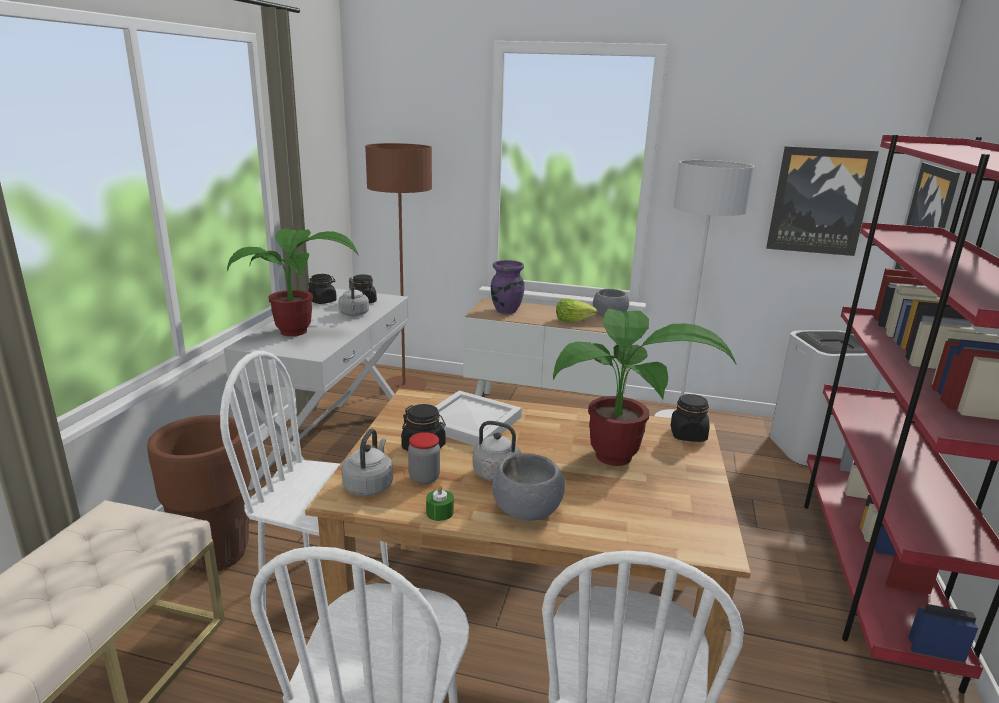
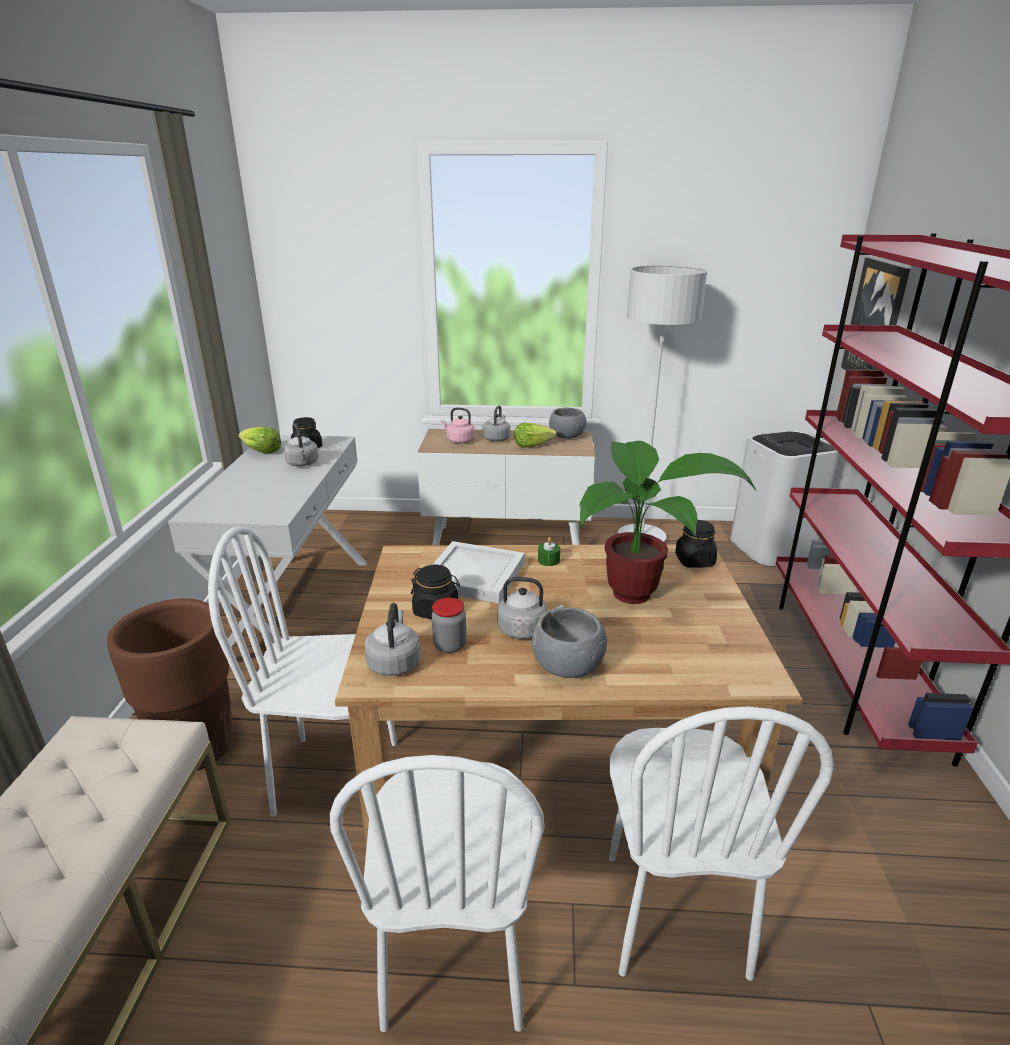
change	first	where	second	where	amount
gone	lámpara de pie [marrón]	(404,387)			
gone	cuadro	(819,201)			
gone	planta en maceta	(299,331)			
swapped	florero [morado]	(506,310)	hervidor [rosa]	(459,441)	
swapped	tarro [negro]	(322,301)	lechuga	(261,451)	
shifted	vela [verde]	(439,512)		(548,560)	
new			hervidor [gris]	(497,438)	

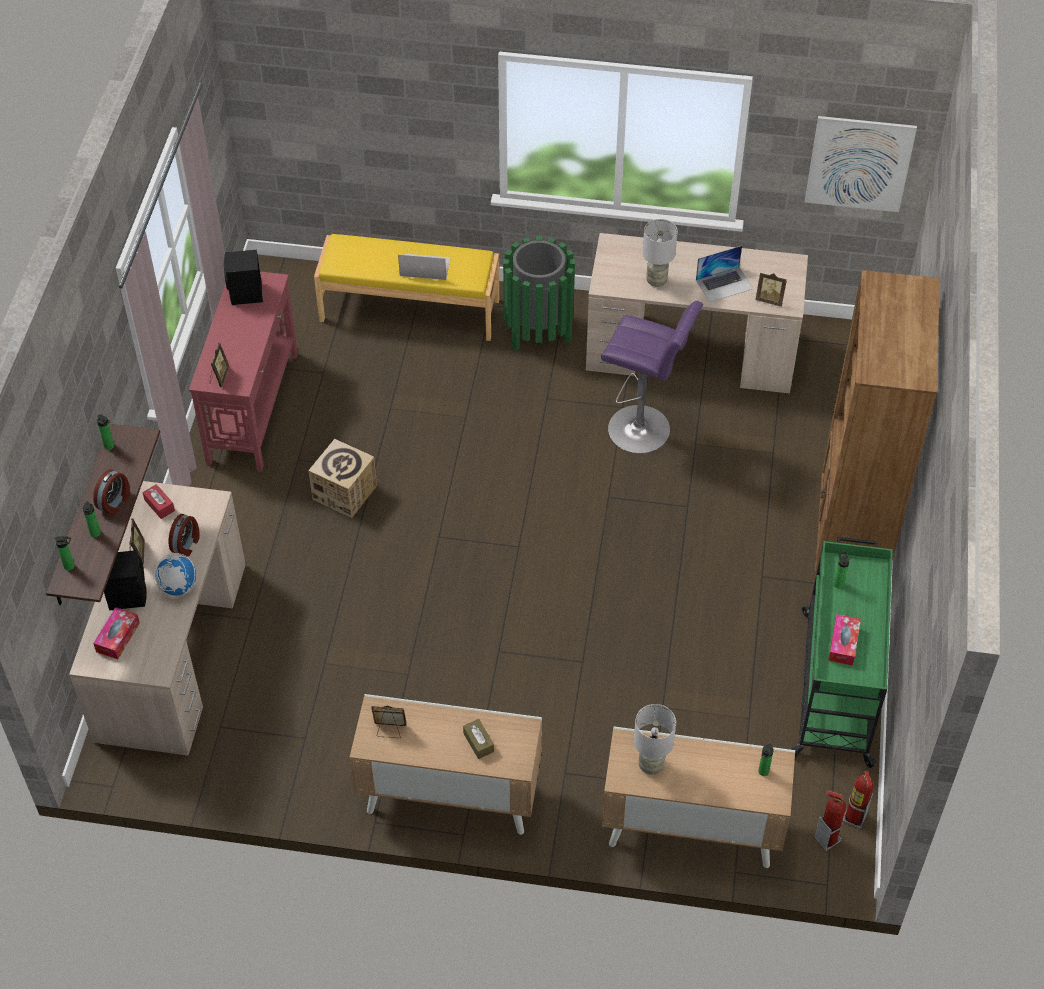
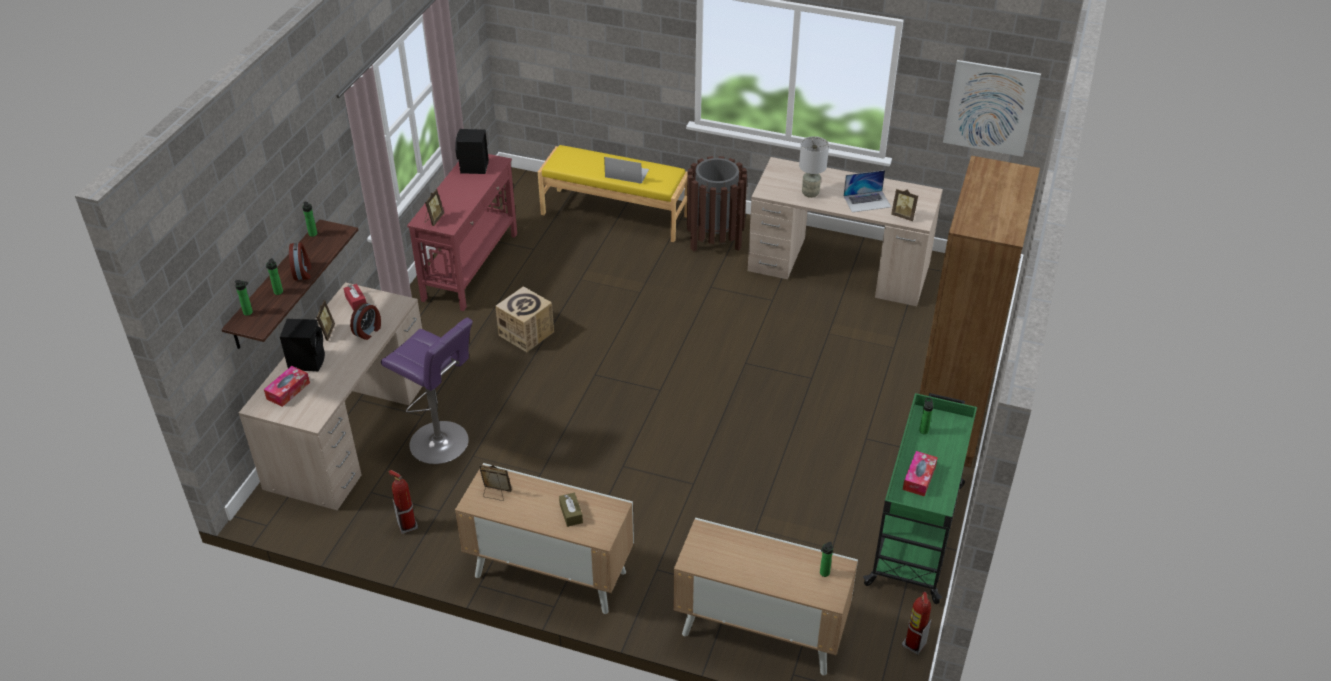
change	first	where	second	where	amount
repainted	papelera [verde]	(538,331)	papelera [marrón]	(714,240)	
shifted	taburete [morado]	(643,430)		(443,444)	
rotated	despertador	(115,502)		(303,272)	45 degrees counterclockwise
gone	globo terráqueo	(177,587)			
gone	lámpara de mesa [gris]	(651,765)			
shifted	extintor	(827,838)		(407,525)	

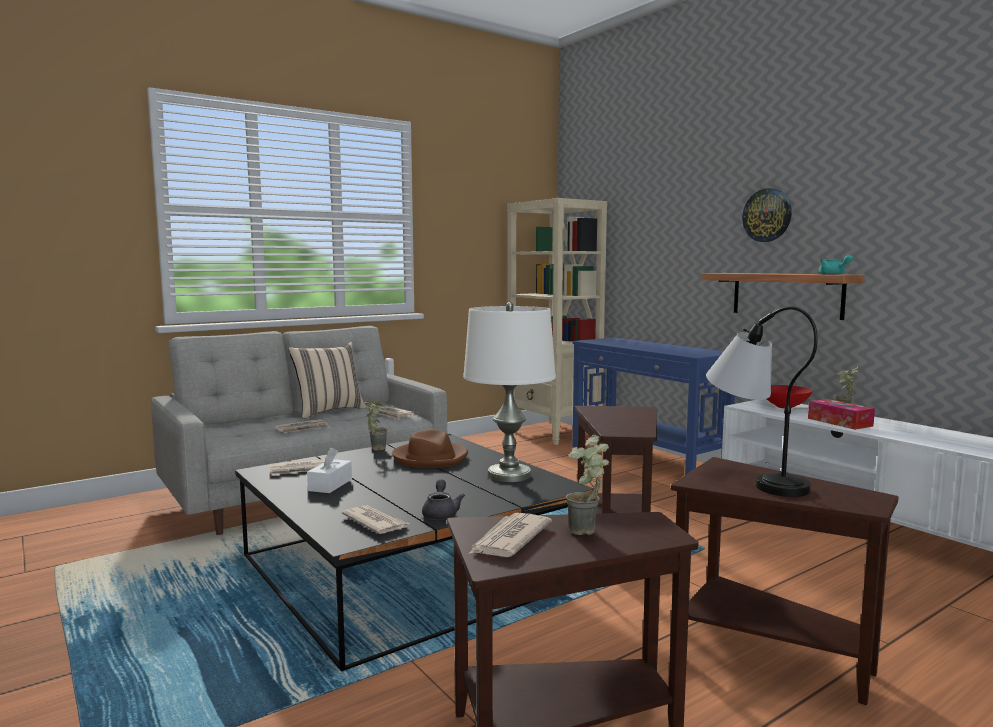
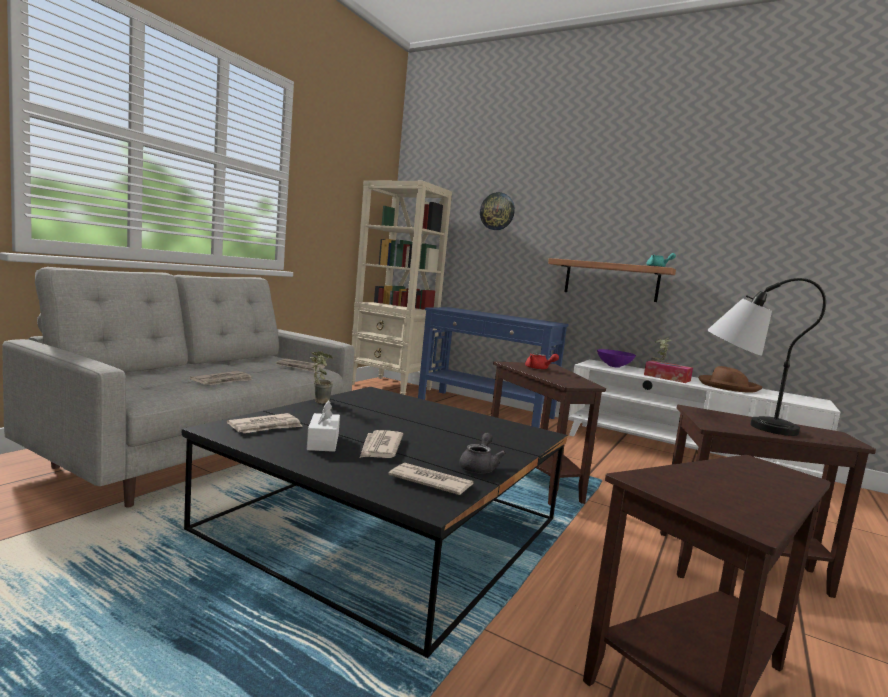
change	first	where	second	where	amount
shifted	reloj de pared	(767,215)		(497,211)	
gone	lámpara de mesa [blanco]	(509,475)			
gone	cojín [beis]	(328,411)			
repainted	cuenco [rojo]	(783,406)	cuenco [morado]	(613,366)	
shifted	sombrero [marrón]	(431,458)		(727,386)	
gone	planta en maceta	(589,533)			
rotated	tetera [gris]	(441,513)		(479,467)	45 degrees clockwise
shifted	periódico	(509,539)		(380,447)	
new			tetera [rojo]	(539,369)	

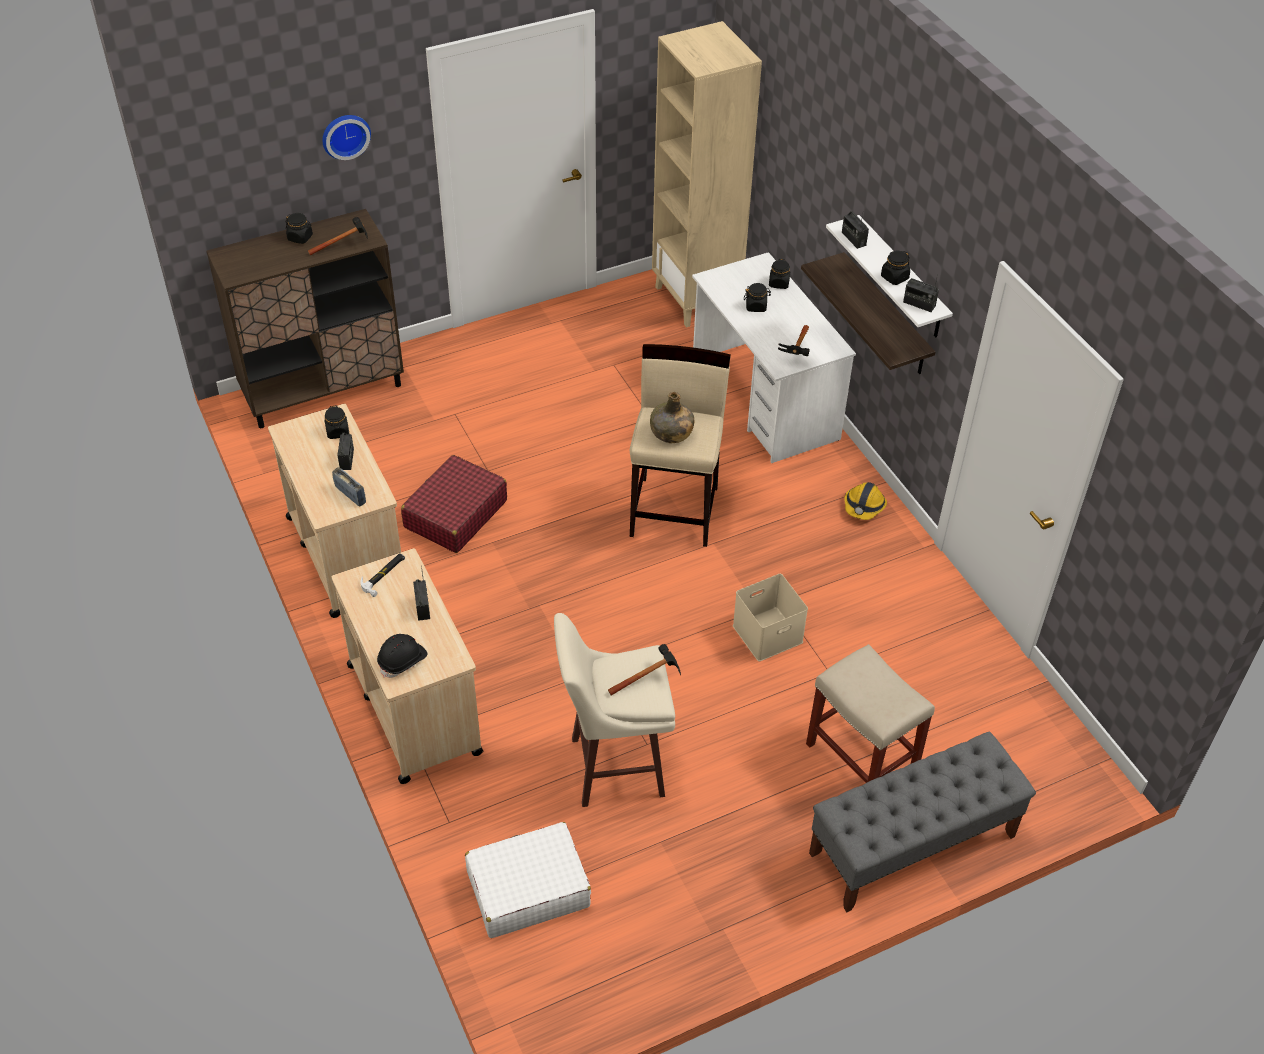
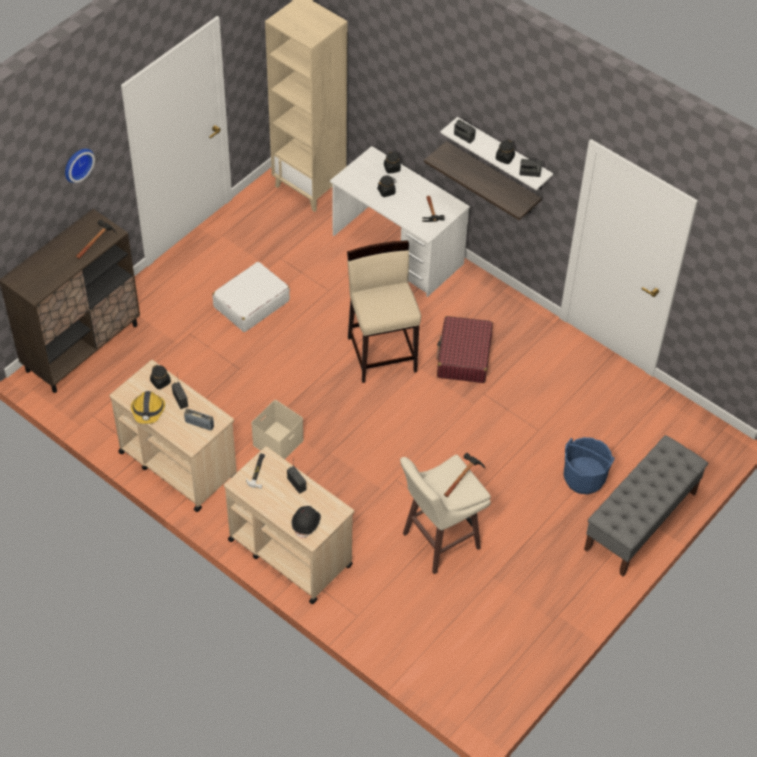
change	first	where	second	where	amount
gone	tarro [negro]	(300,237)			
gone	botella [verde]	(671,433)			
shifted	maleta [rojo]	(455,514)		(463,356)	
shifted	casco	(864,506)		(148,410)	
shifted	caja de almacenaje [beis]	(768,632)		(278,441)	
swapped	taburete [beis]	(860,757)	cubo [azul]	(584,478)	
shifted	maleta [blanco]	(527,889)		(251,304)	

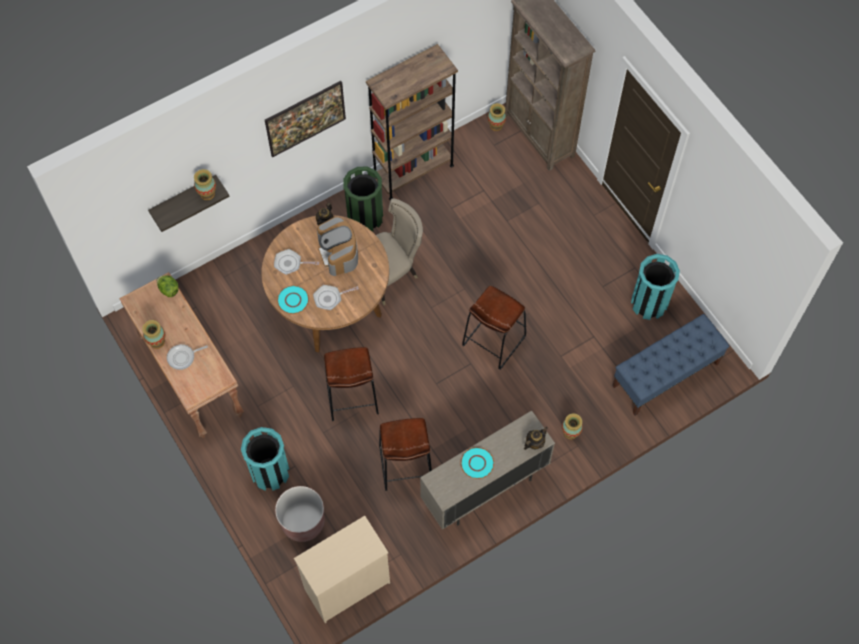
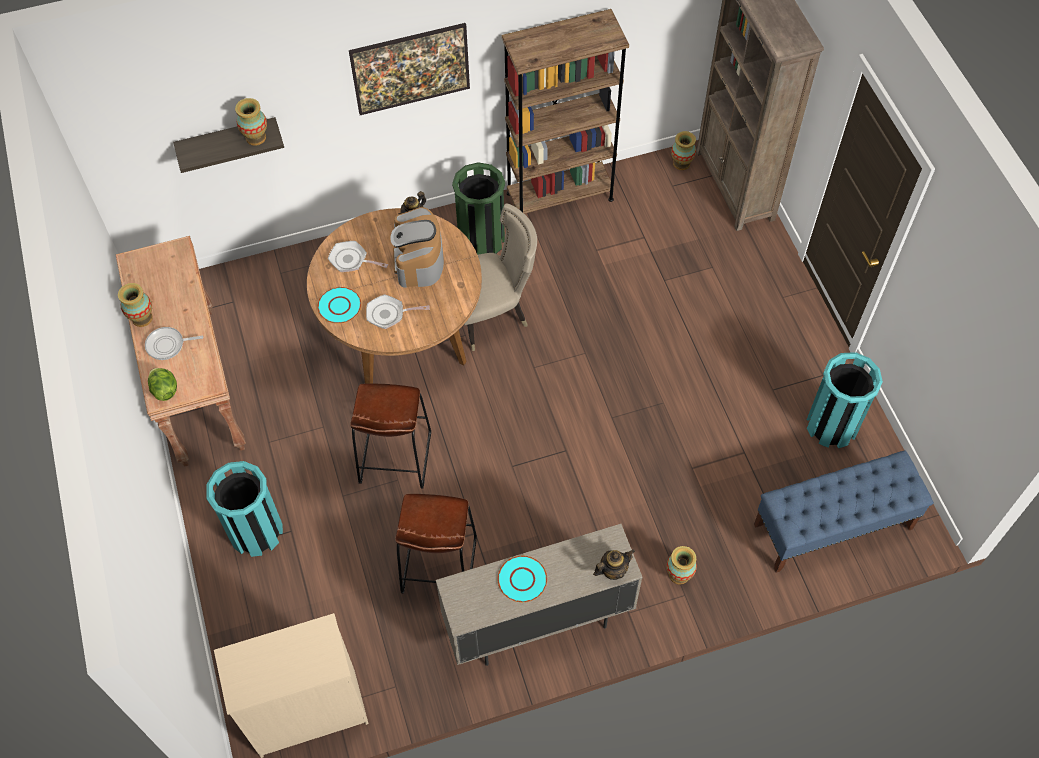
change	first	where	second	where	amount
shifted	lechuga	(168,289)		(164,389)	
gone	taburete [marrón]	(493,341)			
gone	maceta [marrón]	(303,522)			

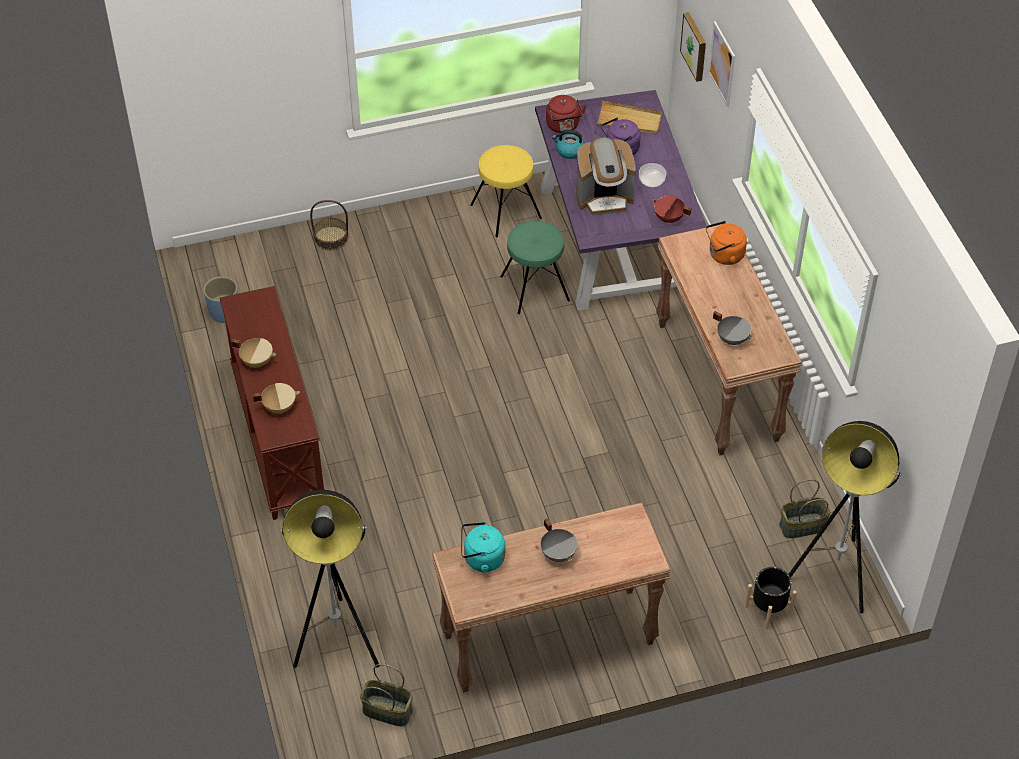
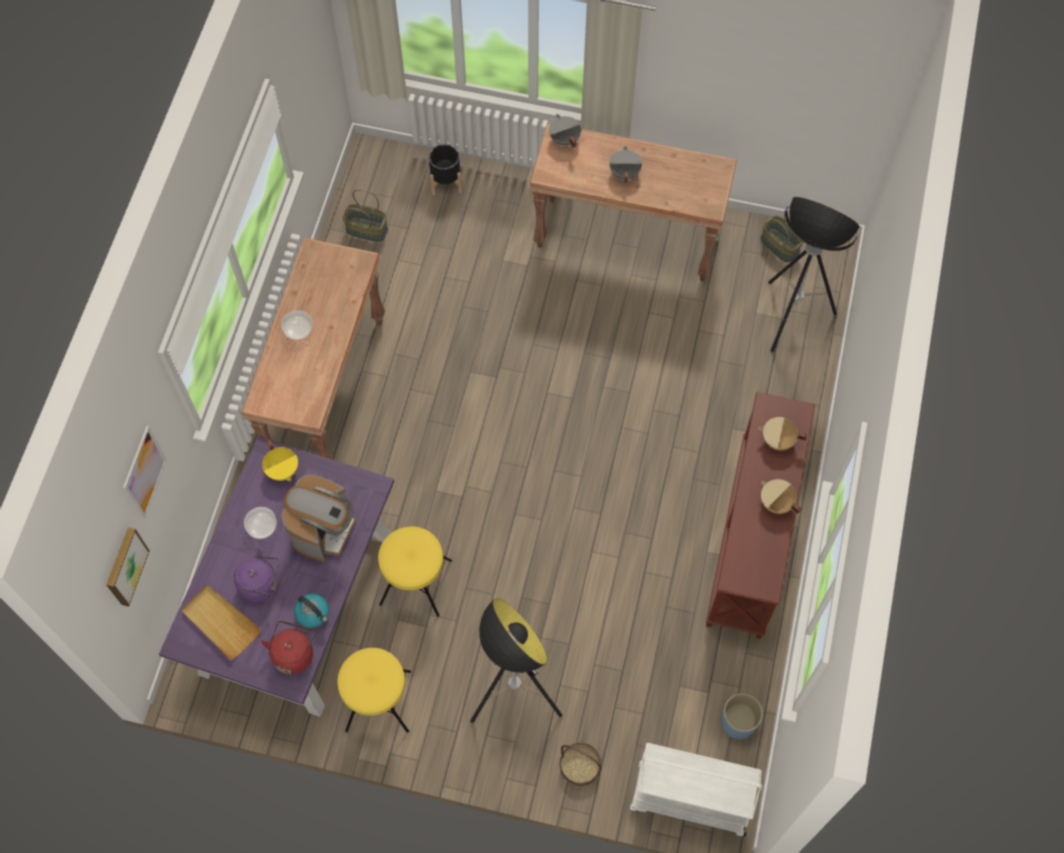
change	first	where	second	where	amount
rotated	cafetera	(604,198)		(324,529)	90 degrees clockwise
repainted	olla [rojo]	(668,219)	olla [amarillo]	(283,469)	
repainted	taburete [verde]	(535,288)	taburete [amarillo]	(415,582)	
gone	hervidor [naranja]	(724,255)			
shifted	olla [gris]	(732,339)		(564,139)	
shifted	lámpara de pie	(835,575)		(514,696)	
gone	hervidor [turquesa]	(481,559)			
new			cuenco	(298,329)	
new			carrito [blanco]	(689,800)	

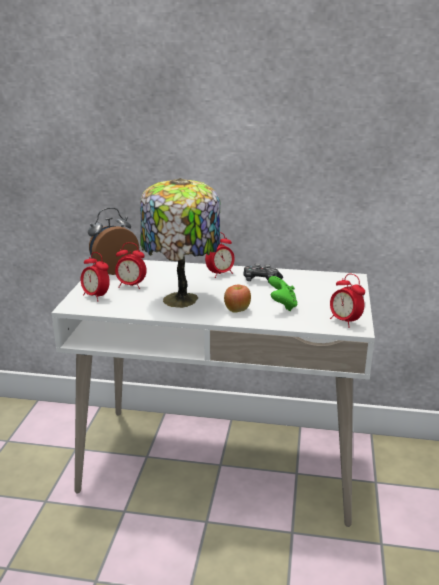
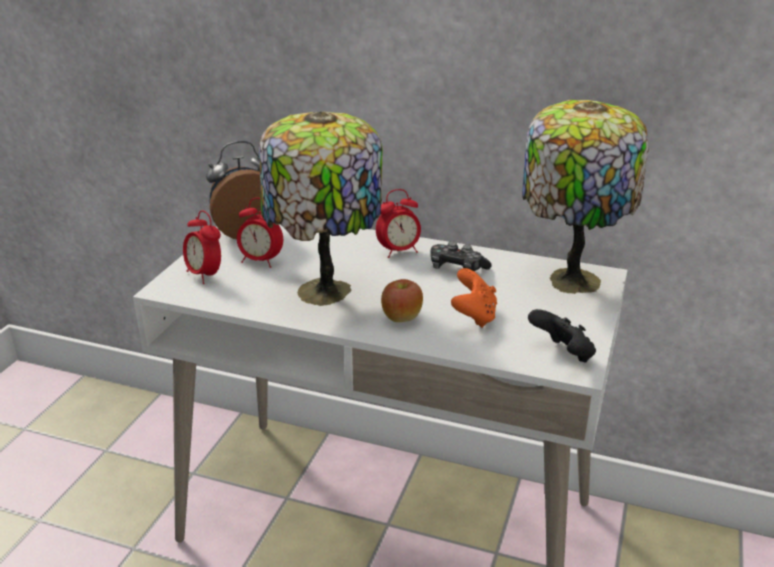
change	first	where	second	where	amount
swapped	despertador	(344,321)	mando de consola [negro]	(562,355)	
repainted	mando de consola [verde]	(282,305)	mando de consola [naranja]	(474,316)	
new			lámpara de mesa	(570,278)	

